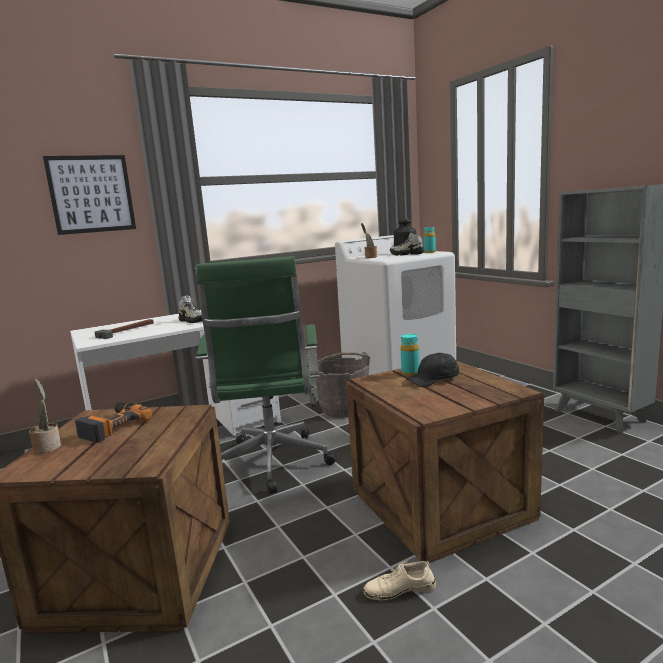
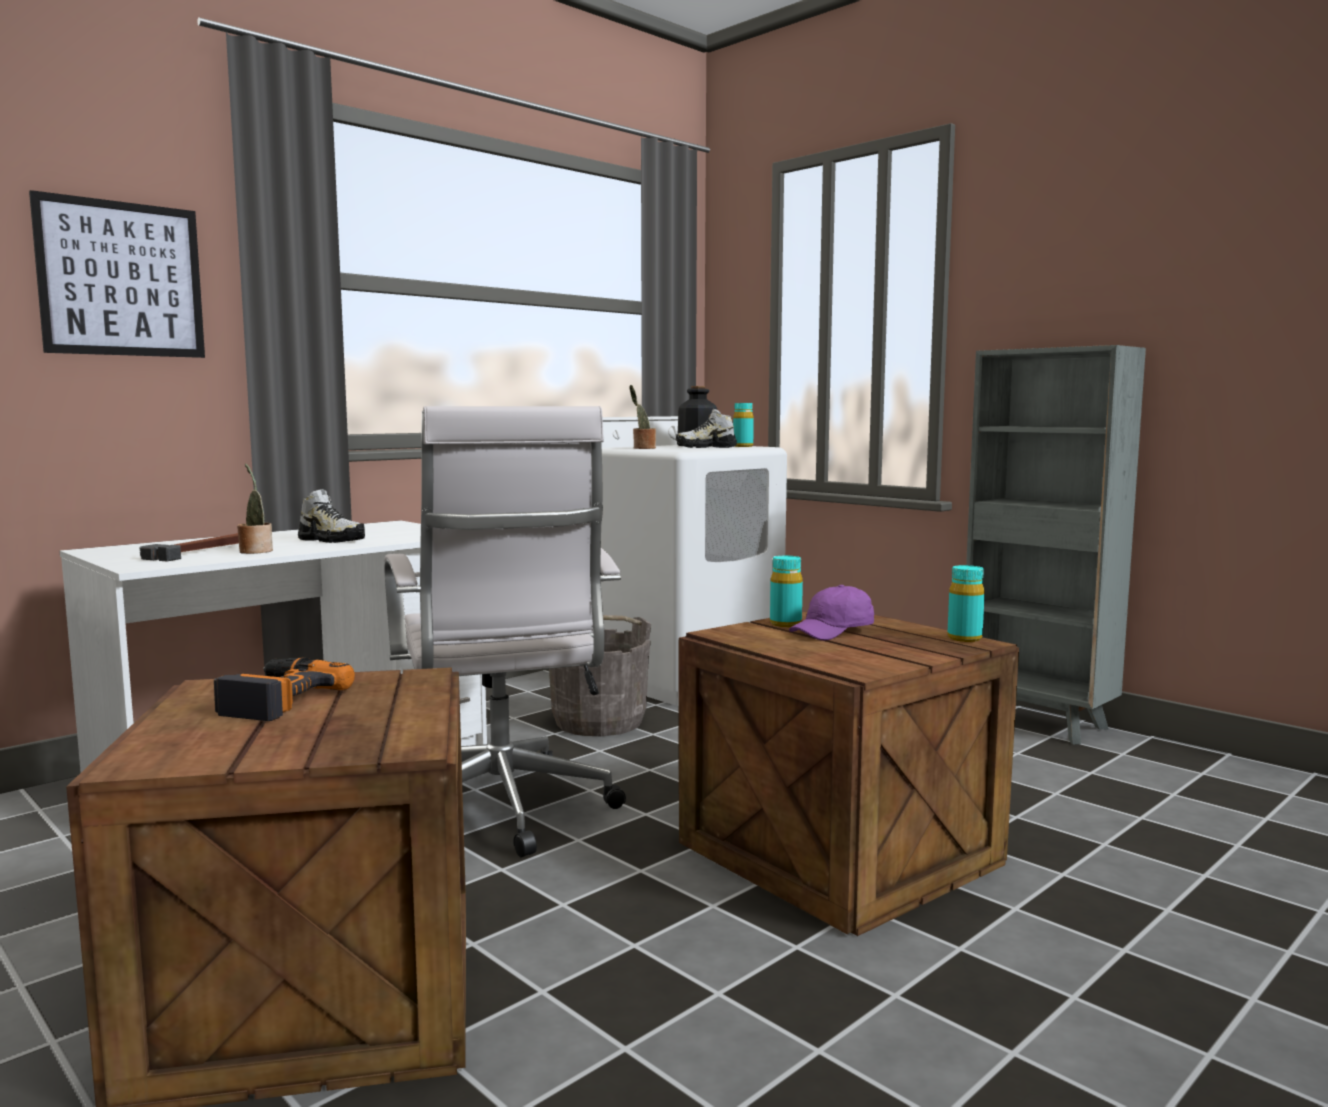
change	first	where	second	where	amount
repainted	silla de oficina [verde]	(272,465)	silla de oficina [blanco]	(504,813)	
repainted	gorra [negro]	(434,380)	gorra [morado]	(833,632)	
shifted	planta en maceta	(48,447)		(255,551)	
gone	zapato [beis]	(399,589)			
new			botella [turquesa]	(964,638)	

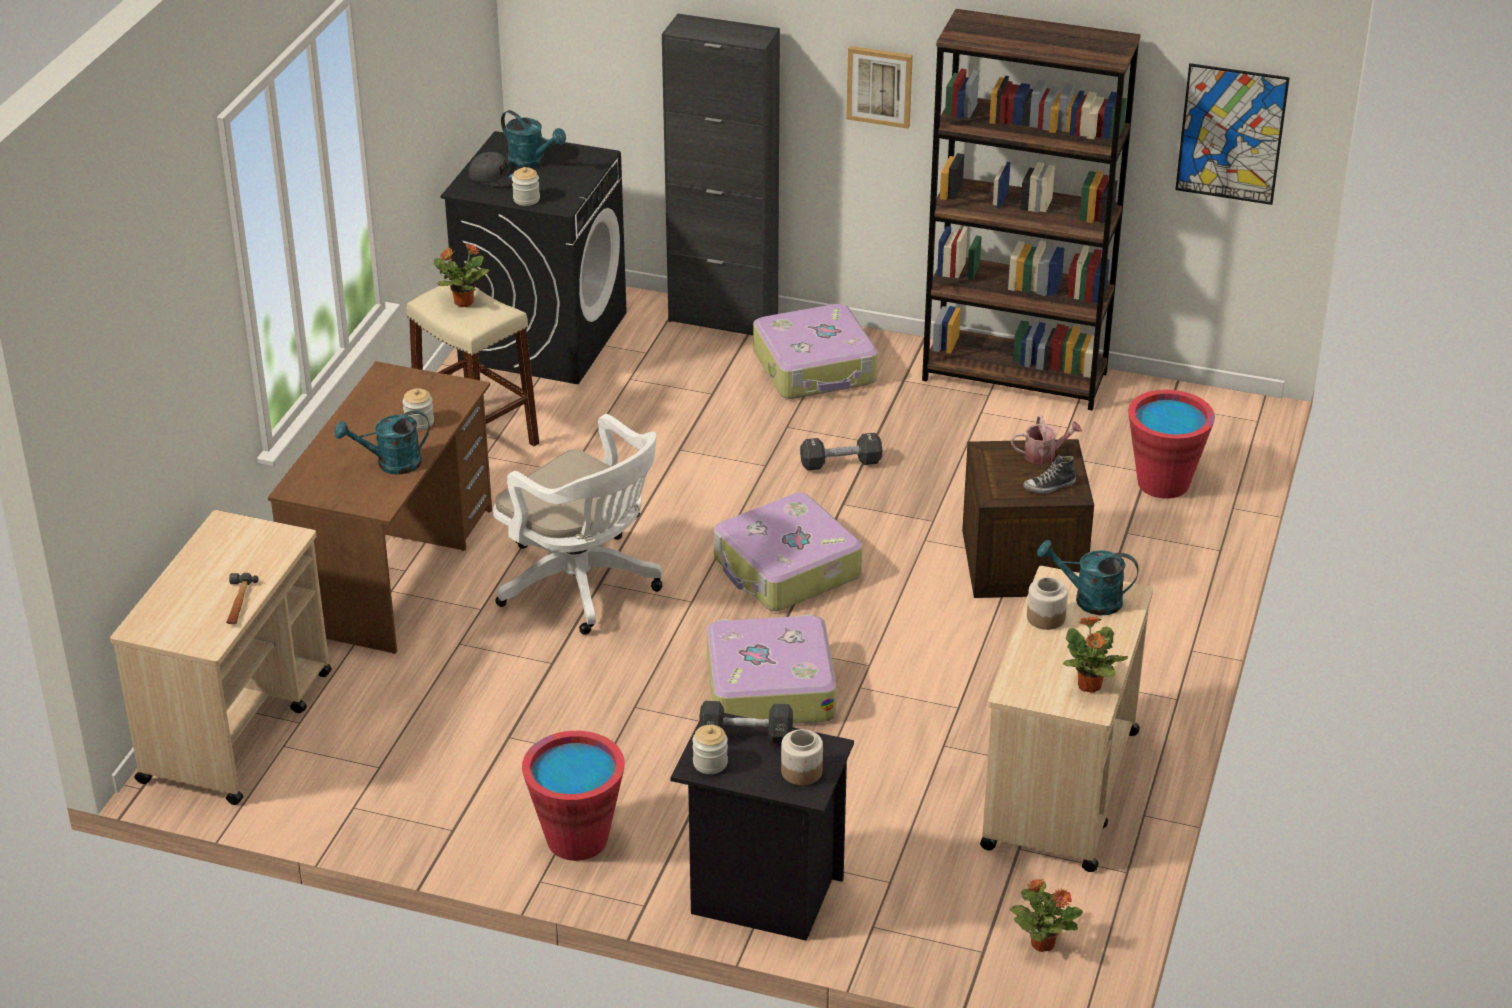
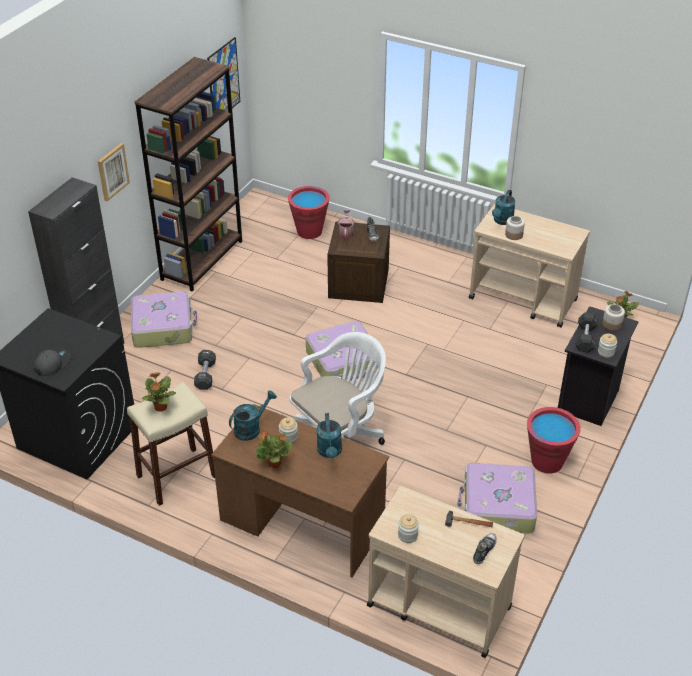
change	first	where	second	where	amount
shifted	regadera [turquesa]	(532,162)		(251,428)	
shifted	tarro	(526,199)		(407,535)	
shifted	mancuerna [negro]	(840,463)		(205,375)	
shifted	maleta	(769,687)		(497,506)	
shifted	planta en maceta	(1089,686)		(275,463)	
new			zapato	(484,550)	

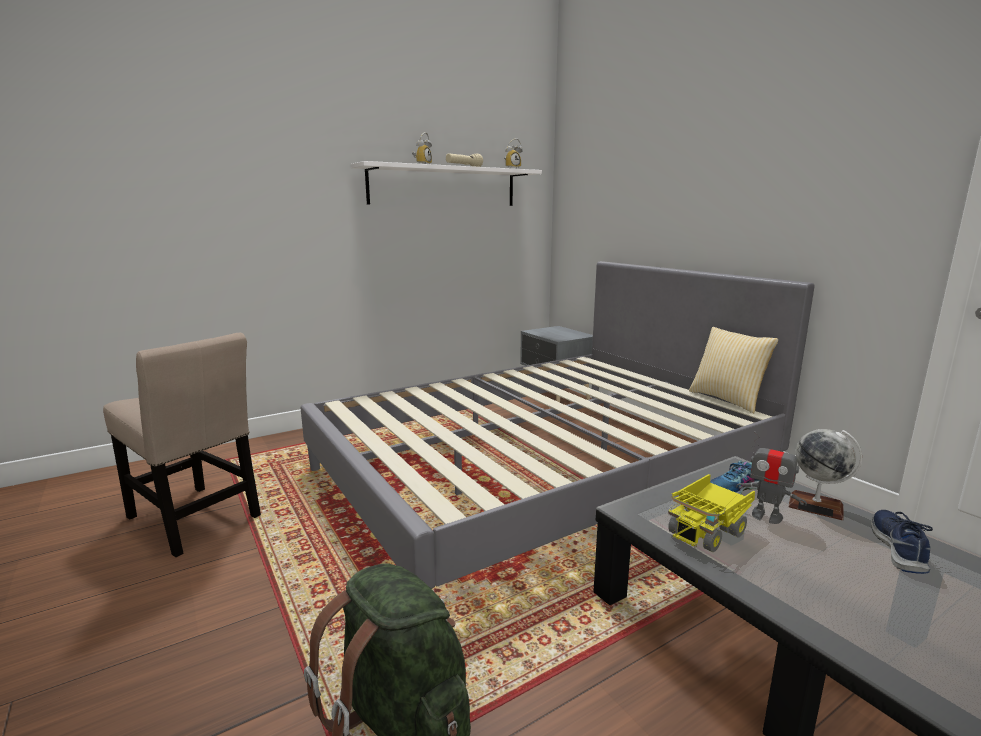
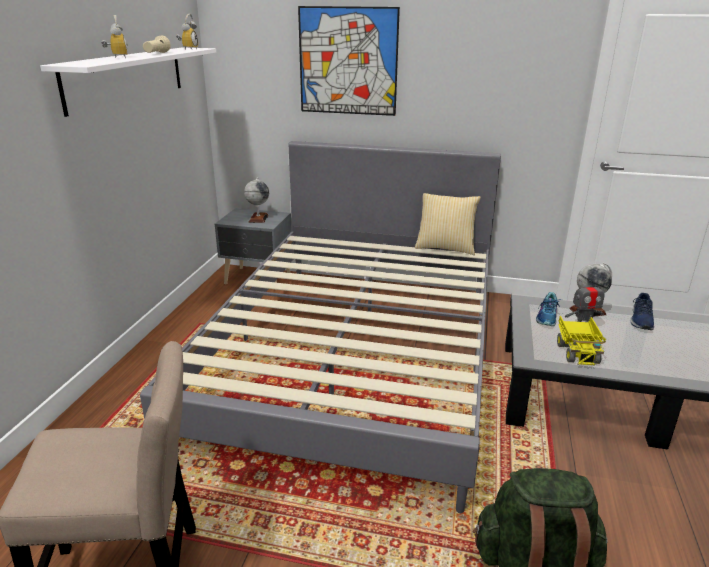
change	first	where	second	where	amount
rotated	zapato [azul]	(899,548)		(640,320)	135 degrees counterclockwise
new			cuadro	(348,61)	
new			globo terráqueo	(258,218)	

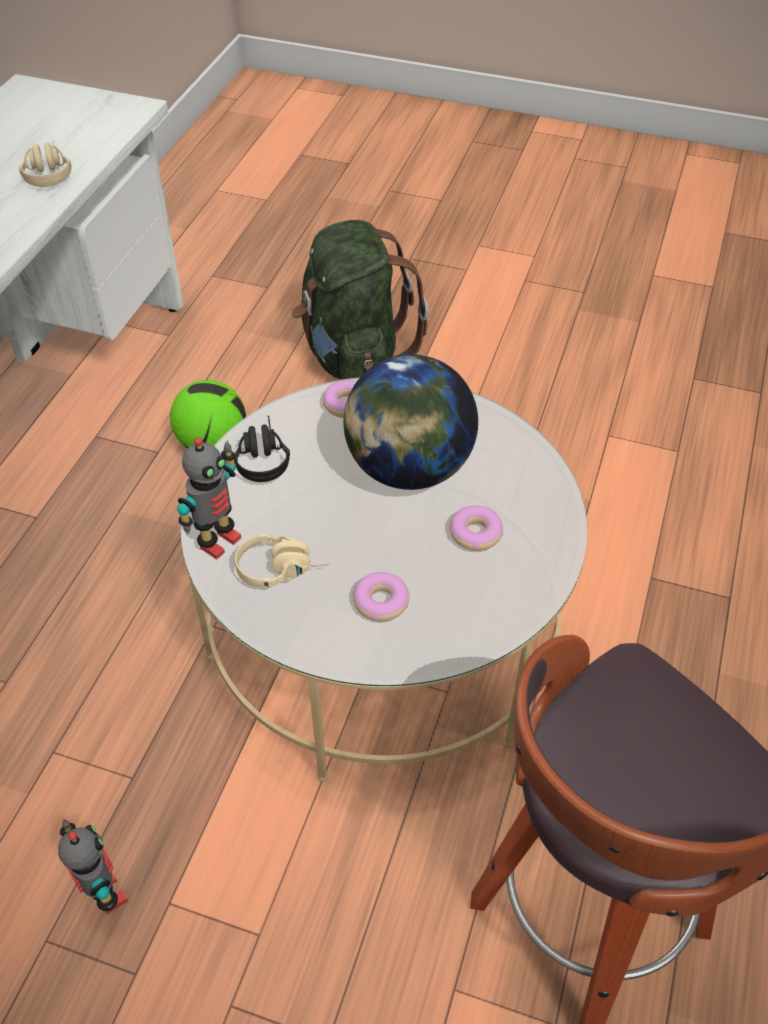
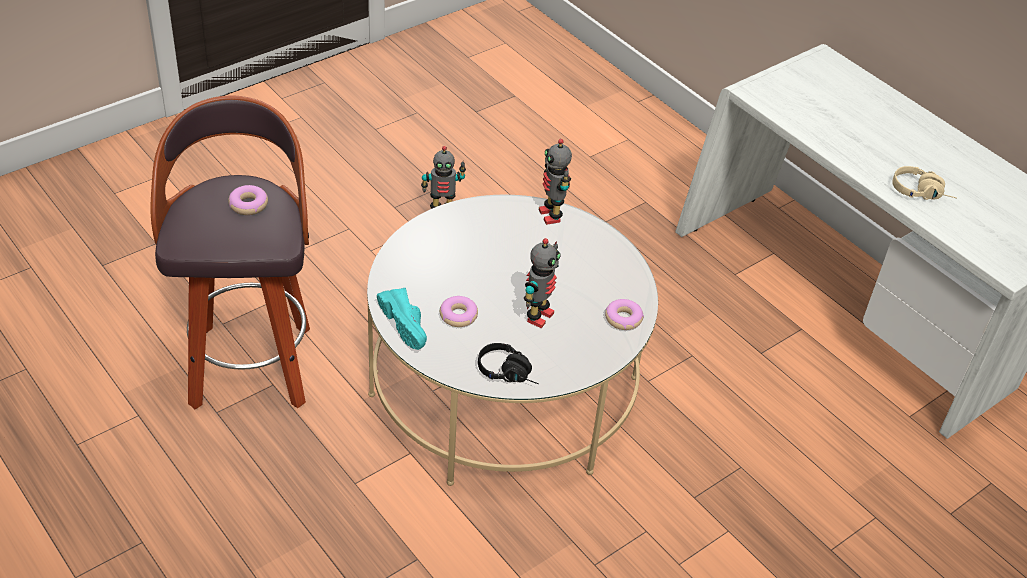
change	first	where	second	where	amount
gone	mochila [verde]	(354,356)			
swapped	globo terráqueo	(408,468)	robot de juguete	(538,316)	
gone	balón de fútbol	(213,443)			
shifted	auriculares [negro]	(261,456)		(510,373)	
gone	auriculares [beis]	(283,568)			
shifted	rosquilla	(381,602)		(248,205)	
new			zapato [turquesa]	(408,326)	

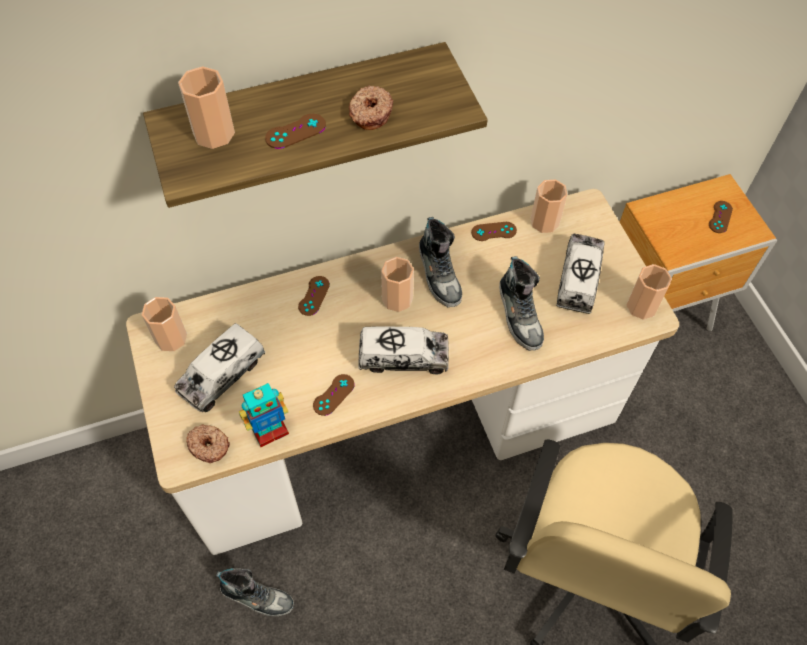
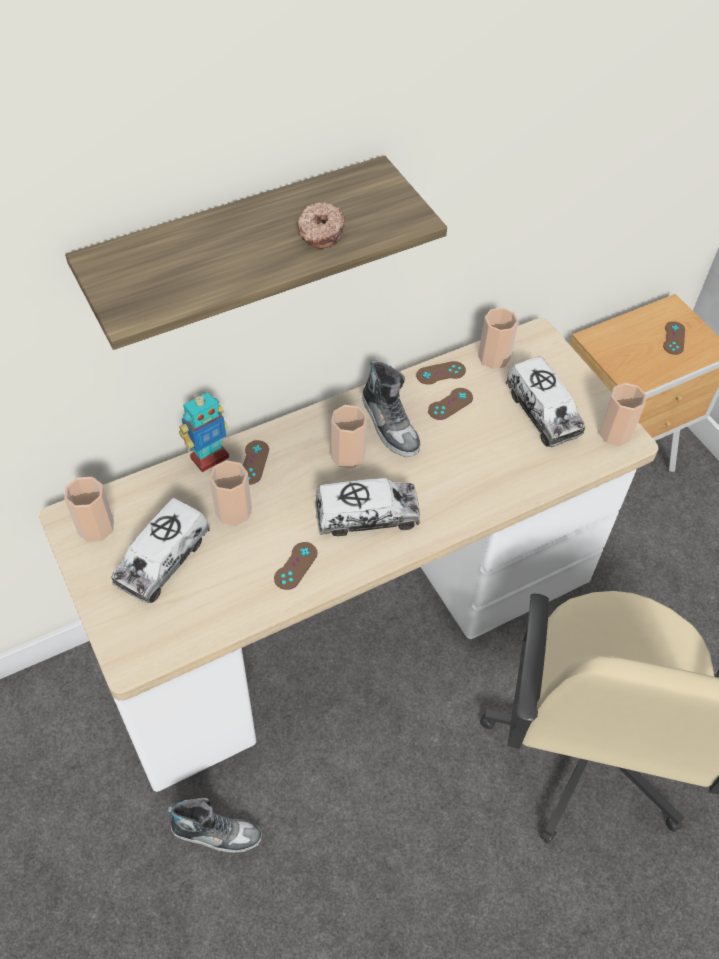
change	first	where	second	where	amount
shifted	taza	(214,133)		(233,511)	
shifted	mando de consola [marrón]	(295,131)		(450,404)	
rotated	camión de juguete	(578,279)		(542,412)	150 degrees clockwise
gone	zapato	(520,315)			
shifted	robot de juguete	(270,431)		(209,457)	
gone	rosquilla	(209,445)			

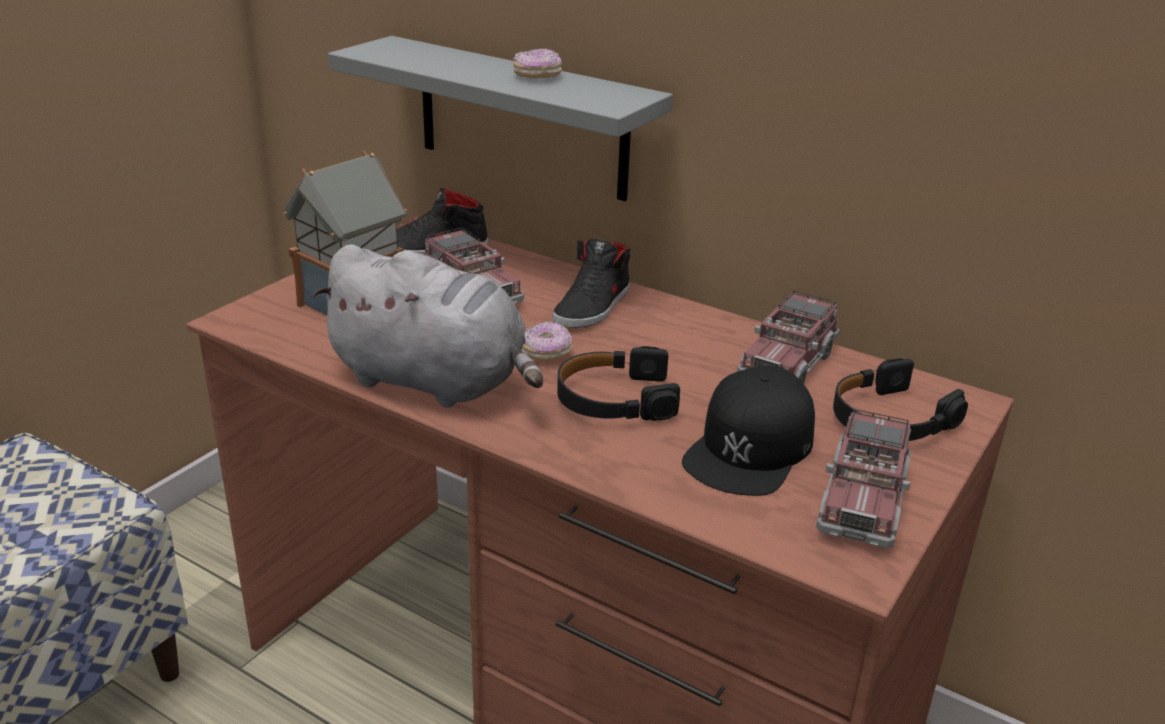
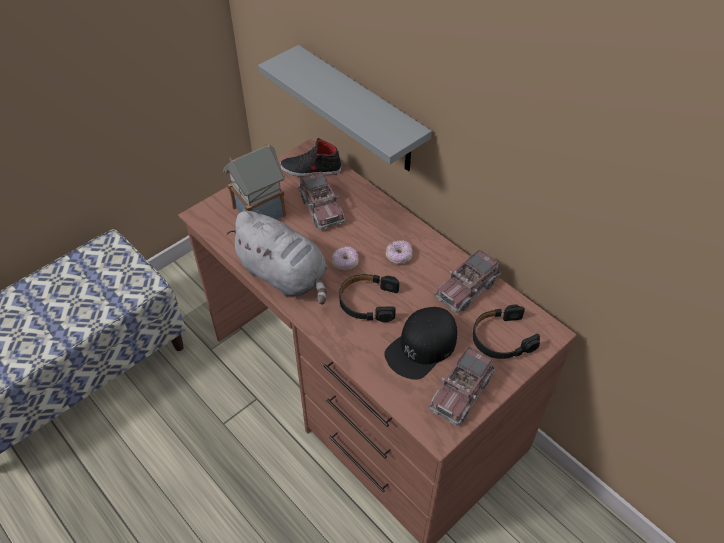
change	first	where	second	where	amount
shifted	rosquilla	(537,76)		(399,256)	
gone	zapato [negro]	(593,307)			

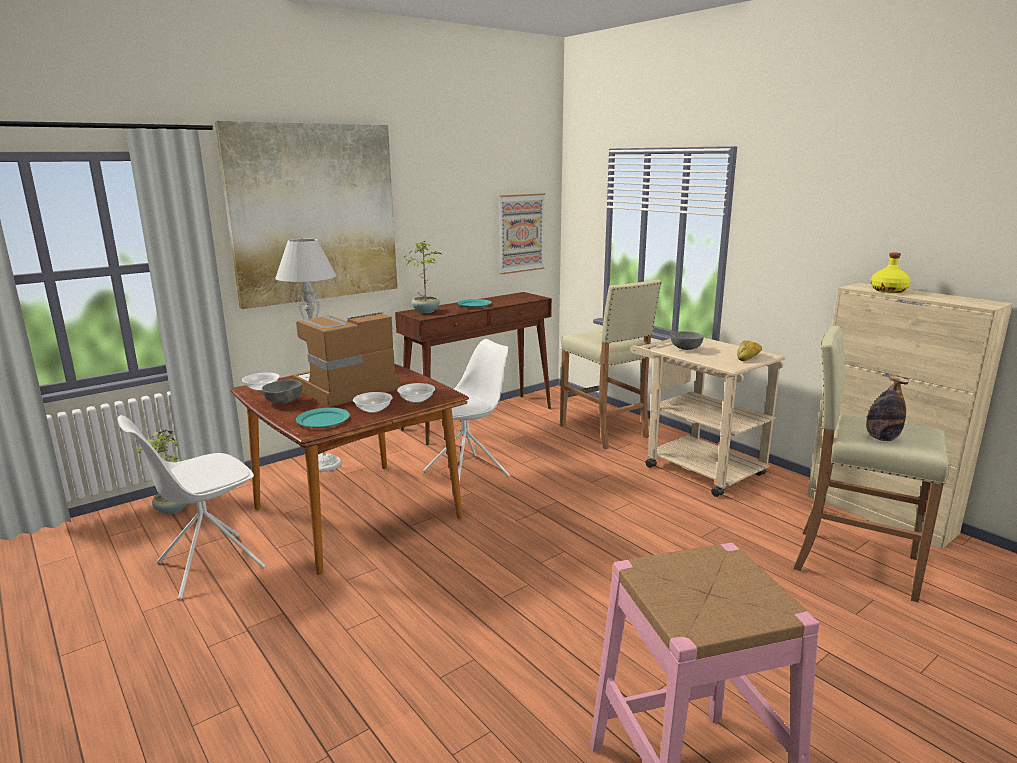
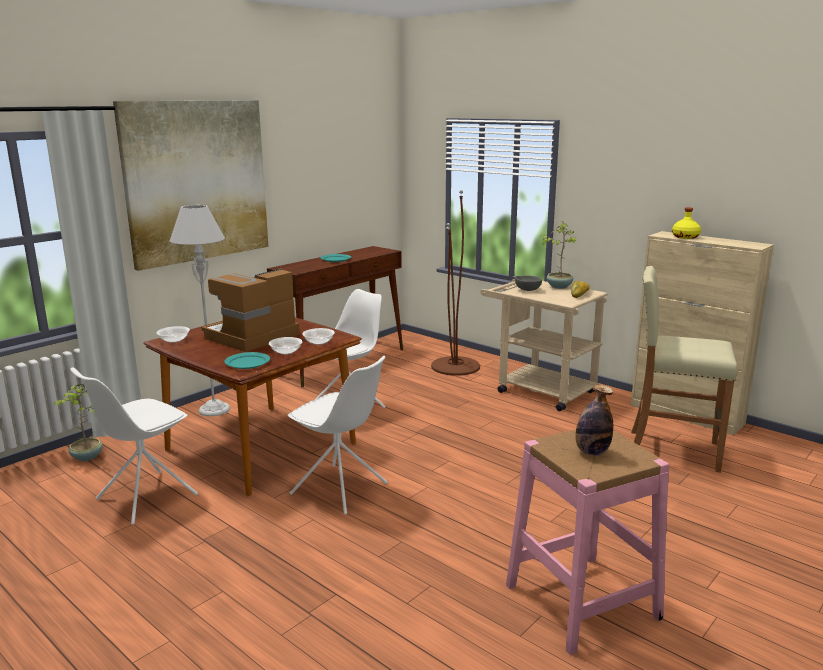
change	first	where	second	where	amount
gone	cuadro	(521,233)			
shifted	planta en maceta	(426,311)		(559,286)	
swapped	taburete [beis]	(604,431)	lámpara de pie [marrón]	(455,366)	
shifted	botella	(881,438)		(592,452)	
gone	cuenco [gris]	(283,403)			
new			silla [blanco]	(340,489)	

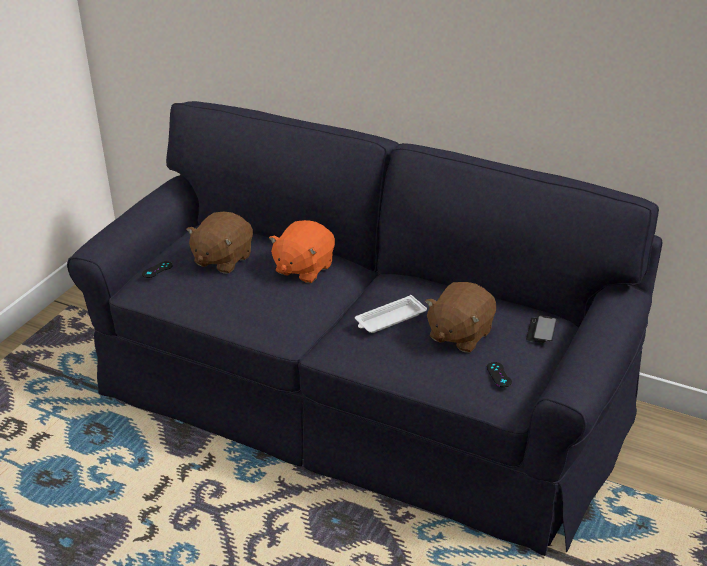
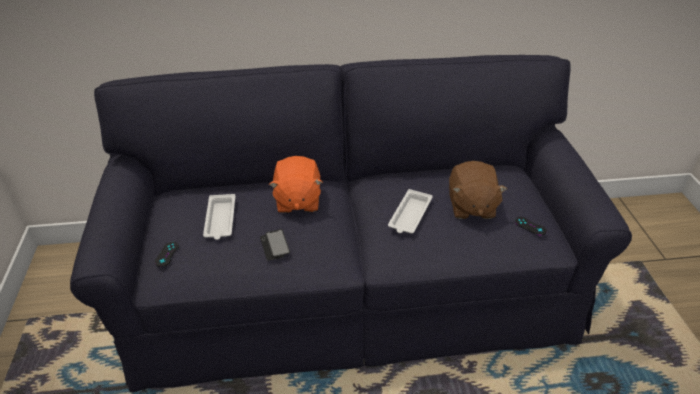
change	first	where	second	where	amount
swapped	peluche [marrón]	(222,259)	bandeja [blanco]	(220,220)	
shifted	móvil	(541,330)		(274,245)	

